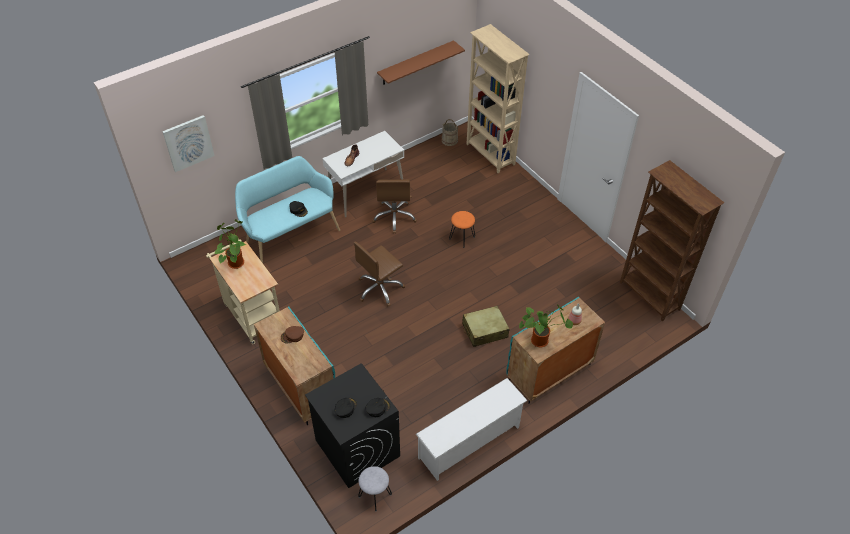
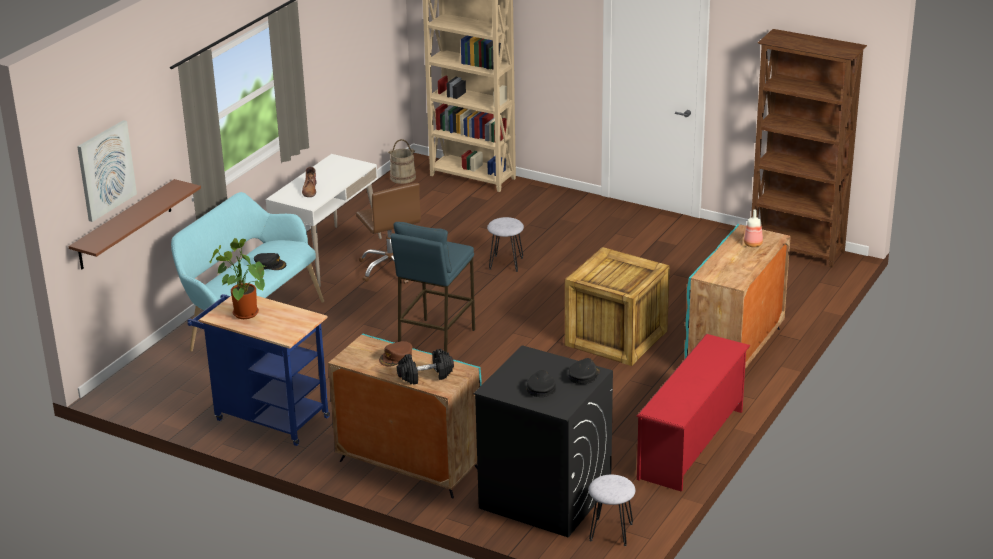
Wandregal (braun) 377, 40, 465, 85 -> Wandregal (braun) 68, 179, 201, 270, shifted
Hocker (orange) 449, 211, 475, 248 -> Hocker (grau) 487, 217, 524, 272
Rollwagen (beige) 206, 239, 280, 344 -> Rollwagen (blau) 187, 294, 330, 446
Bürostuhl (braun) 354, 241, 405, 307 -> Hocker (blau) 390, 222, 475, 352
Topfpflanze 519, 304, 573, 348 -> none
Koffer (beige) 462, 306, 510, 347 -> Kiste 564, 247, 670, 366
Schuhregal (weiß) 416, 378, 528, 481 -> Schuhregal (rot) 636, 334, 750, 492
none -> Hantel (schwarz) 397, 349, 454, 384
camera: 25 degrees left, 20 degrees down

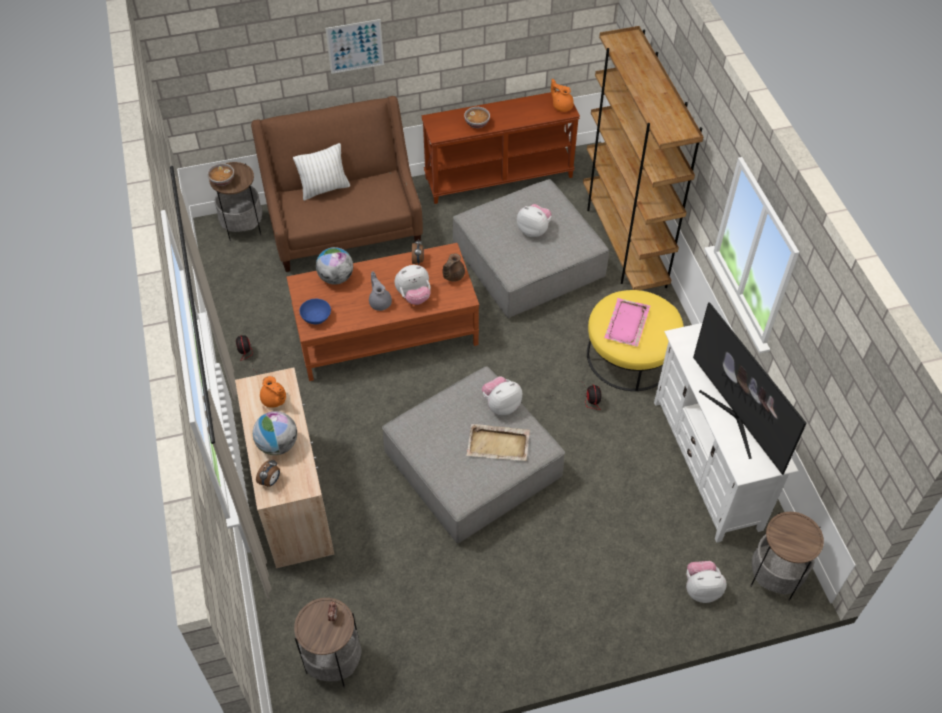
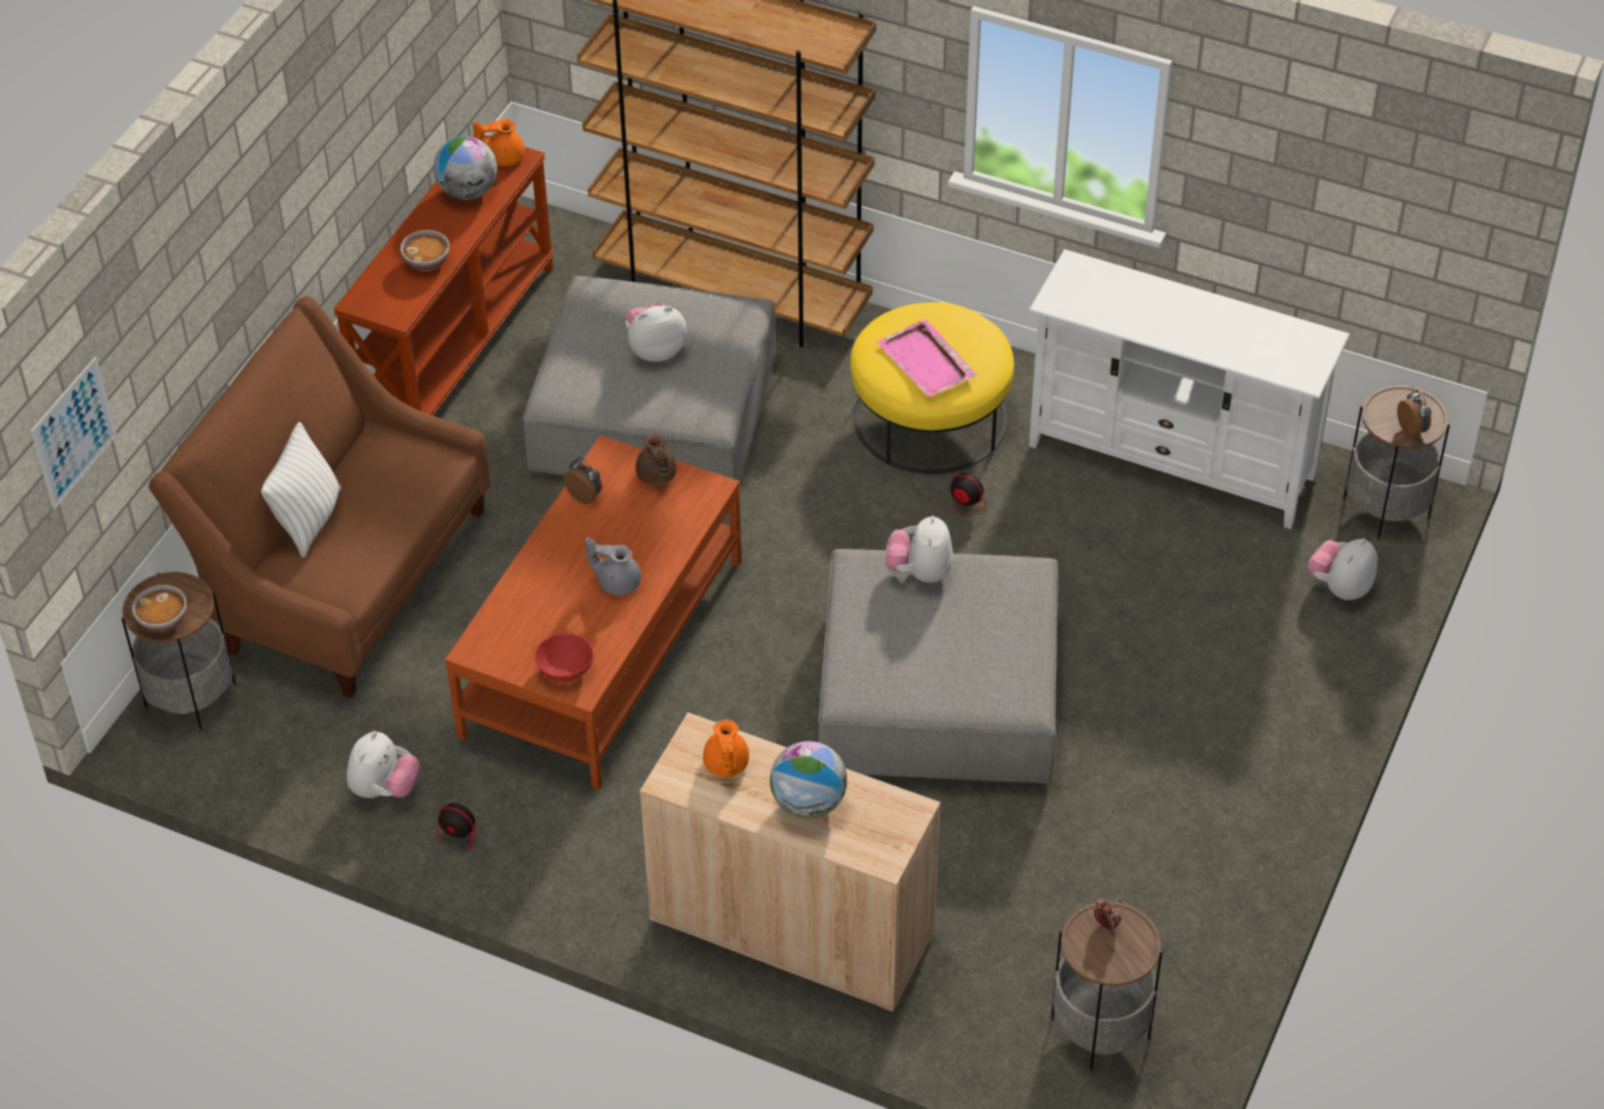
Bild 325, 19, 384, 74 -> Bild 31, 356, 117, 510, shifted
Globus 316, 247, 353, 285 -> Globus 434, 136, 497, 200, shifted
Plüschtier 395, 265, 431, 305 -> Plüschtier 347, 731, 419, 798, shifted
Schüssel (blau) 299, 299, 331, 324 -> Schüssel (rot) 535, 633, 594, 682
Fernseher 693, 302, 807, 475 -> none
Teekanne (orange) 260, 376, 286, 408 -> Teekanne (orange) 703, 719, 749, 777, 90 degrees clockwise
Tablett (beige) 466, 424, 530, 461 -> none
Wecker 256, 460, 280, 487 -> Wecker 1397, 390, 1431, 438, shifted
camera: 50 degrees left, 5 degrees down

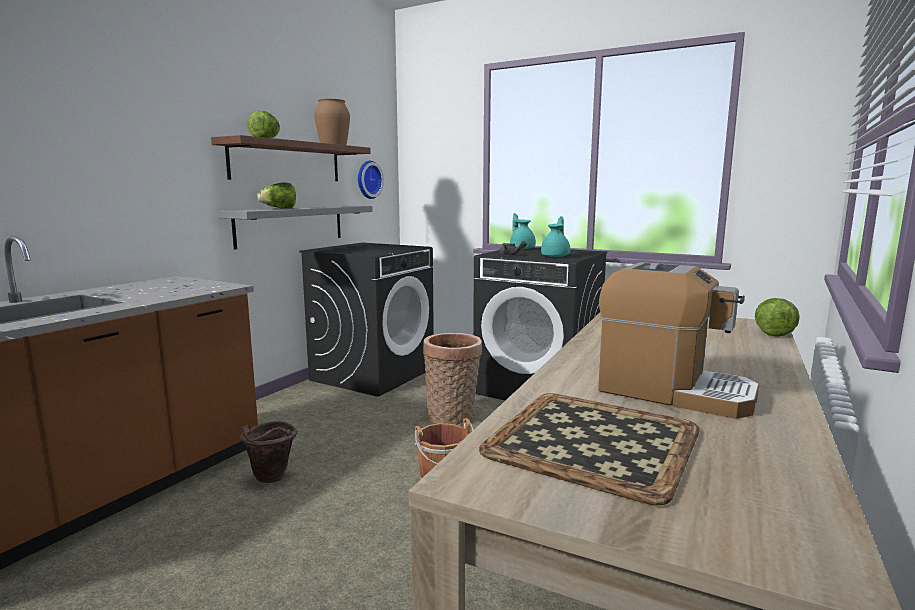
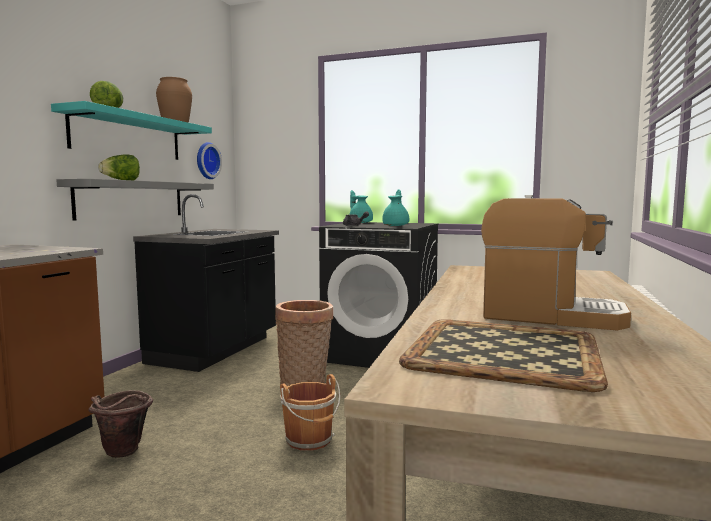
Wandregal (braun) 211, 135, 371, 181 -> Wandregal (türkis) 51, 101, 212, 160
Waschmaschine (schwarz) 299, 242, 434, 397 -> Küchenzeile (schwarz) 133, 194, 279, 372
Salatkopf 755, 298, 800, 337 -> none
camera: 10 degrees left, 5 degrees down

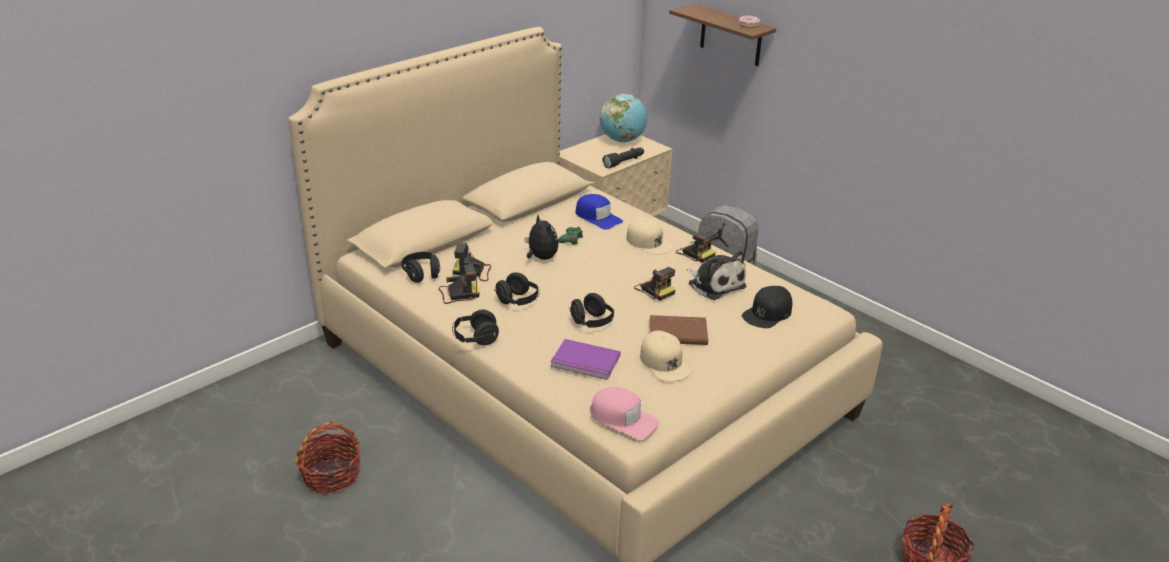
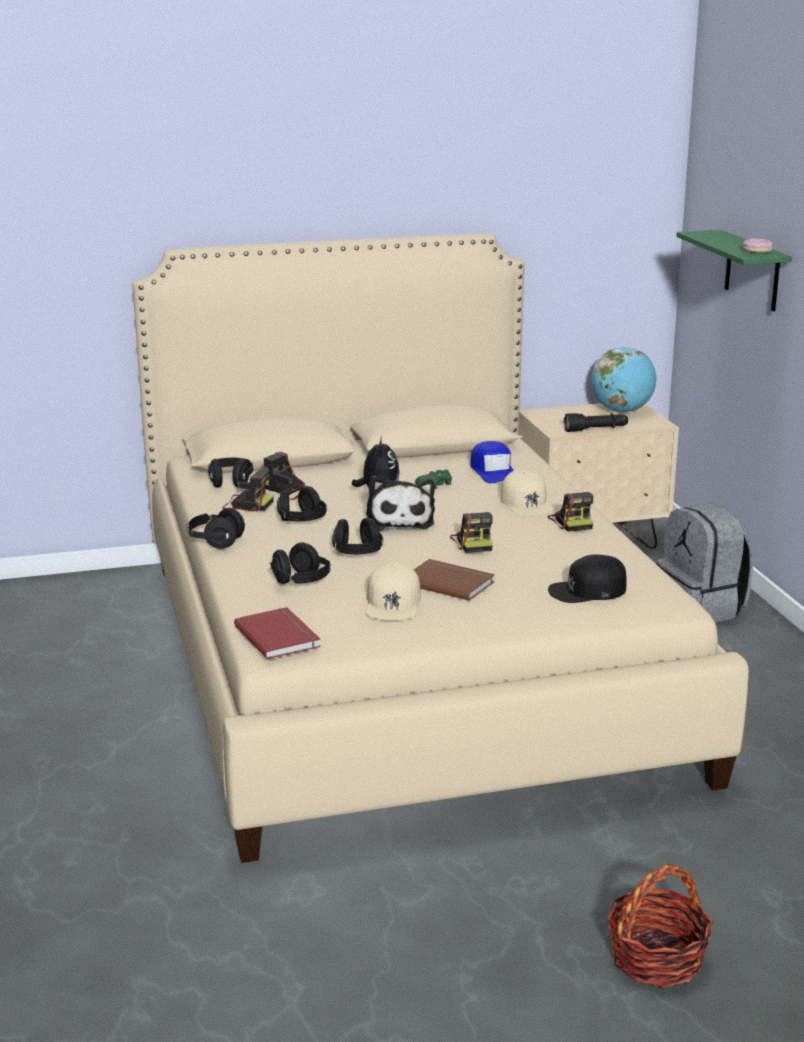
Wandregal (braun) 669, 4, 776, 66 -> Wandregal (grün) 676, 230, 792, 312
Plüschtier 686, 251, 746, 300 -> Plüschtier 366, 476, 435, 531, shifted
Buch (lila) 550, 339, 621, 380 -> Kopfhörer (schwarz) 270, 543, 331, 584
Kappe (rosa) 590, 387, 659, 440 -> Buch (rot) 234, 607, 321, 659
Korb 295, 422, 361, 494 -> none
camera: 30 degrees right, 10 degrees down

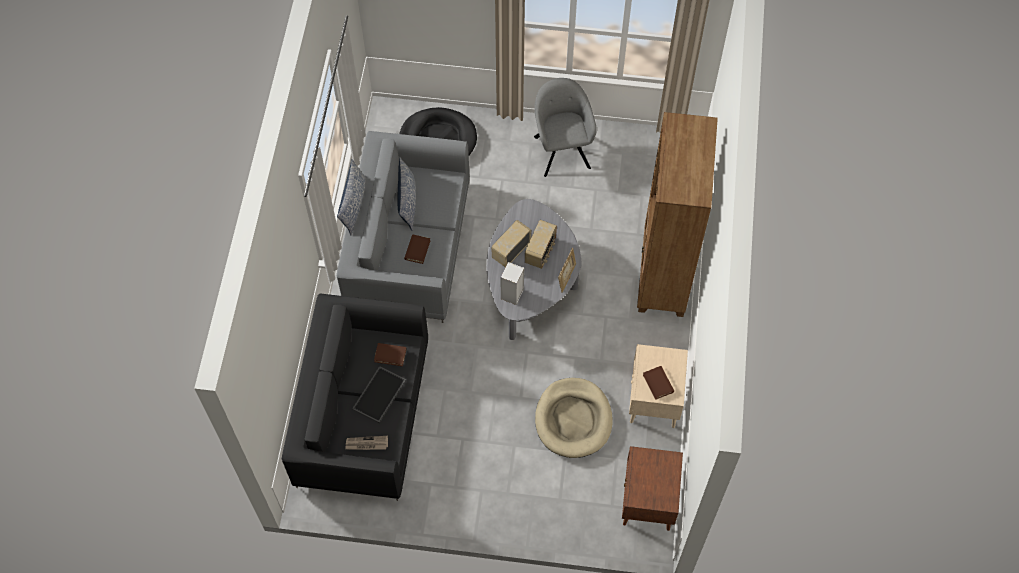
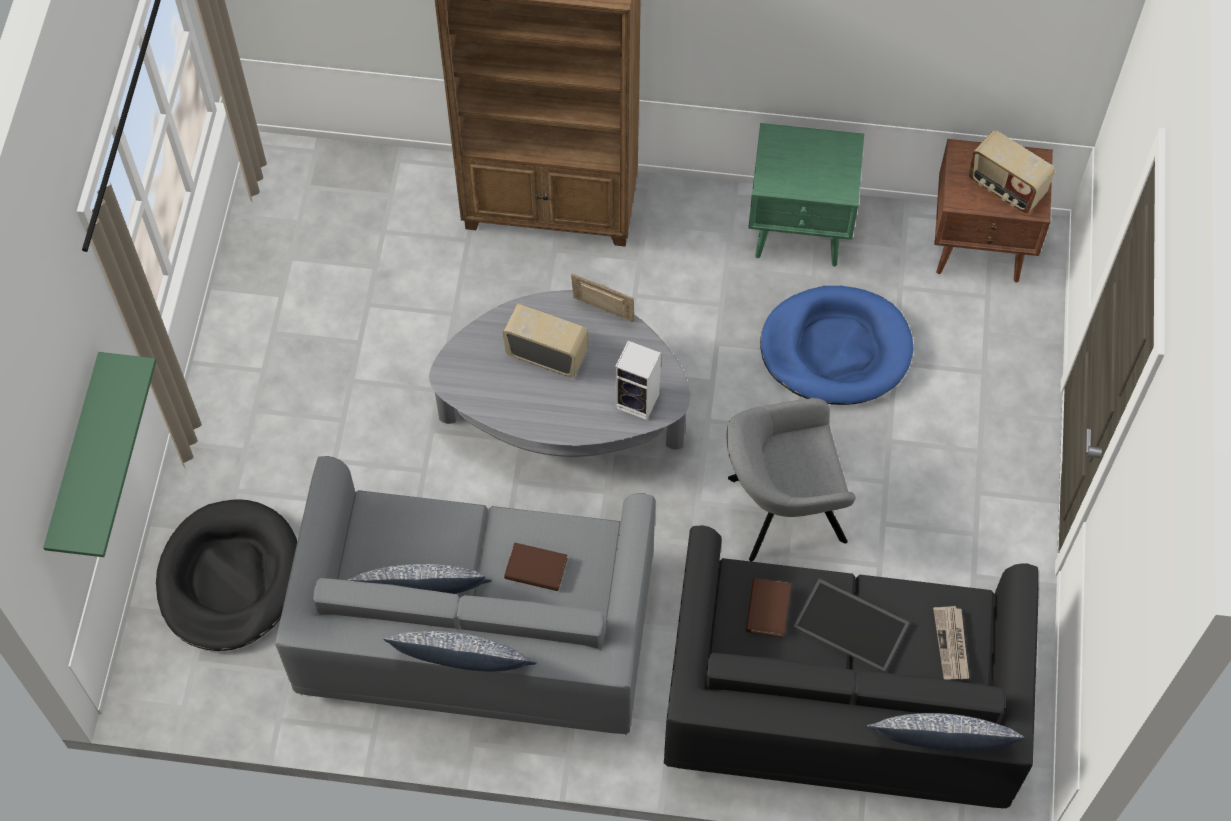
Sessel (grau) 534, 78, 597, 177 -> Sessel (grau) 727, 398, 855, 561, shifted
Radio 491, 220, 531, 267 -> Radio 969, 130, 1055, 214, shifted
Nachttisch (beige) 629, 344, 688, 428 -> Nachttisch (grün) 748, 123, 864, 267
Buch (braun) 643, 366, 674, 400 -> none
Hundebett (beige) 535, 378, 613, 458 -> Hundebett (blau) 760, 286, 914, 405
none -> Wandregal (grün) 43, 352, 156, 557
none -> Kissen 867, 713, 1025, 751
camera: 90 degrees left, 0 degrees up

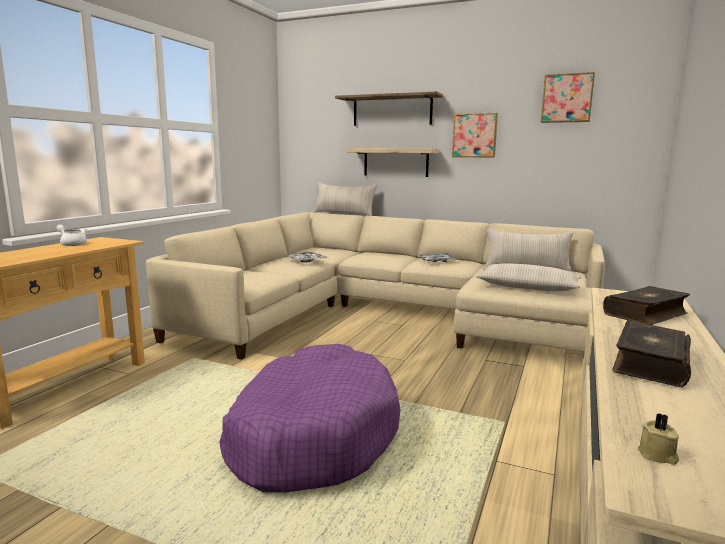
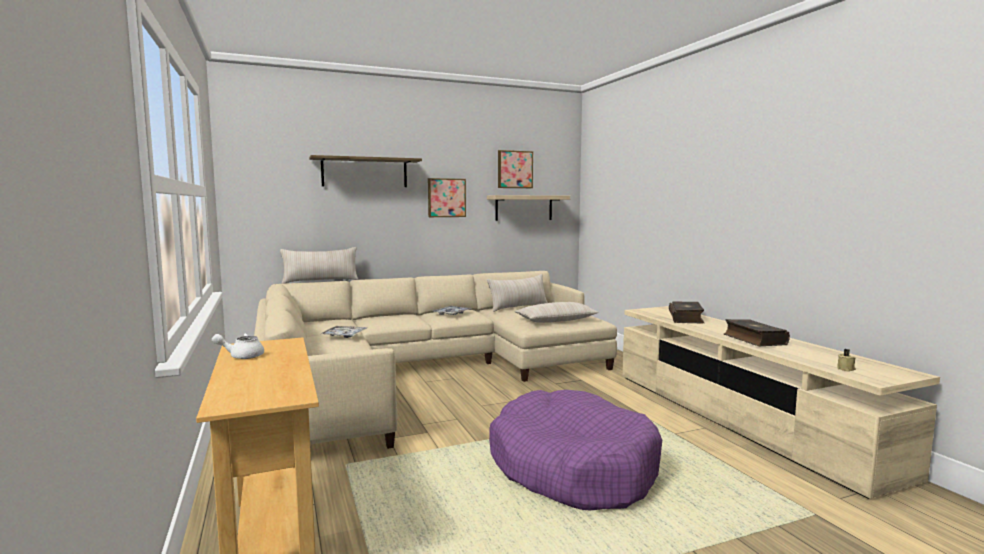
Wandregal 346, 148, 439, 177 -> Wandregal 487, 195, 570, 221, shifted
camera: 45 degrees left, 5 degrees down

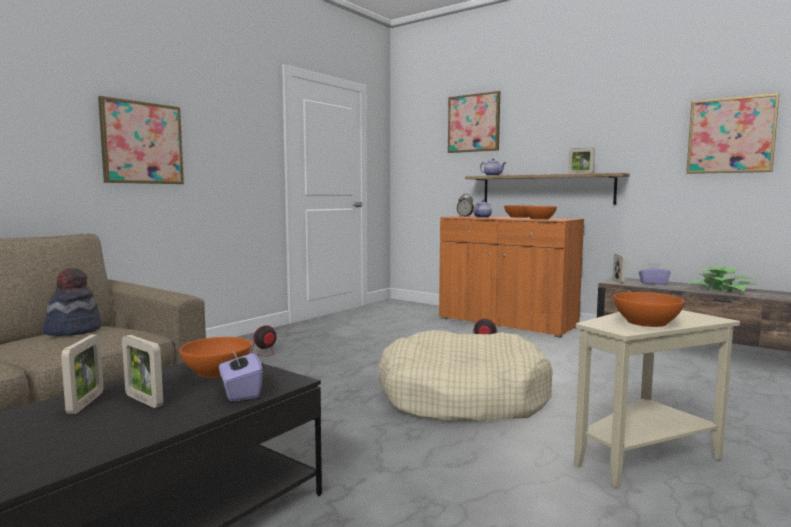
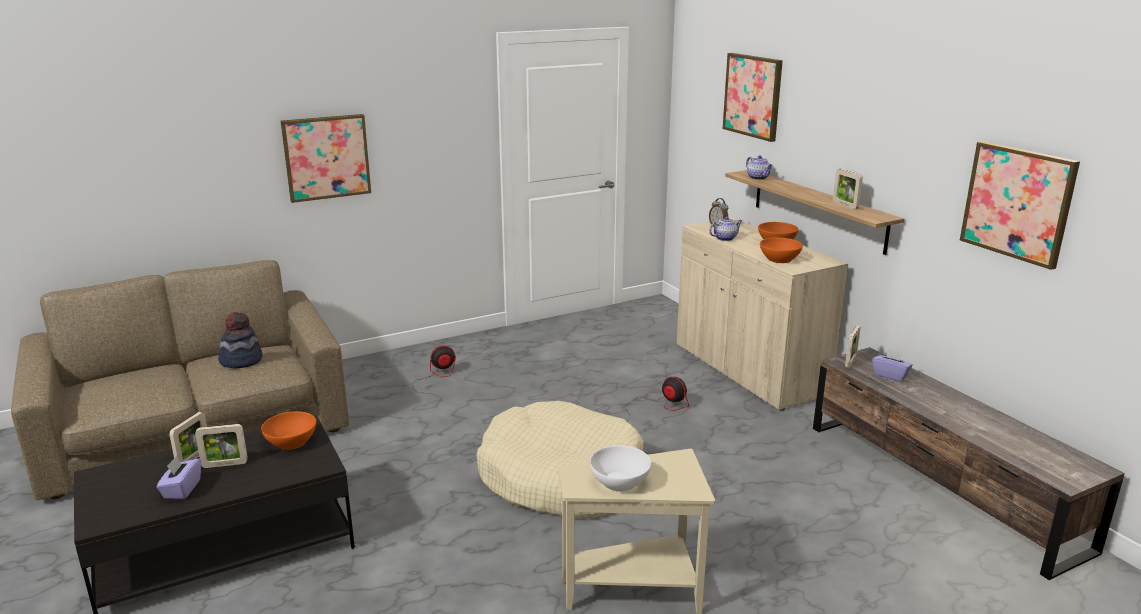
Schrank (orange) 439, 216, 584, 338 -> Schrank (beige) 677, 218, 848, 412
Topfpflanze 688, 266, 758, 292 -> none
Schüssel (orange) 613, 292, 685, 327 -> Schüssel (weiß) 590, 445, 651, 492
Bilderrahmen 122, 335, 163, 408 -> Bilderrahmen 195, 424, 248, 468, 75 degrees counterclockwise
Taschentuchbox (lila) 219, 348, 263, 402 -> Taschentuchbox (lila) 156, 456, 201, 499, shifted
camera: 25 degrees right, 15 degrees up

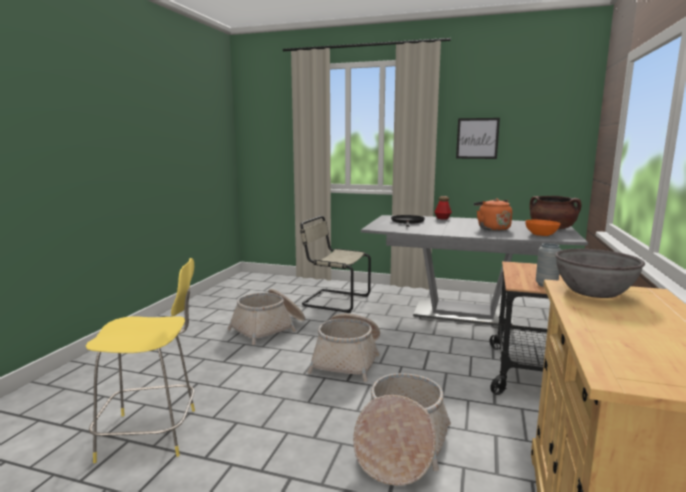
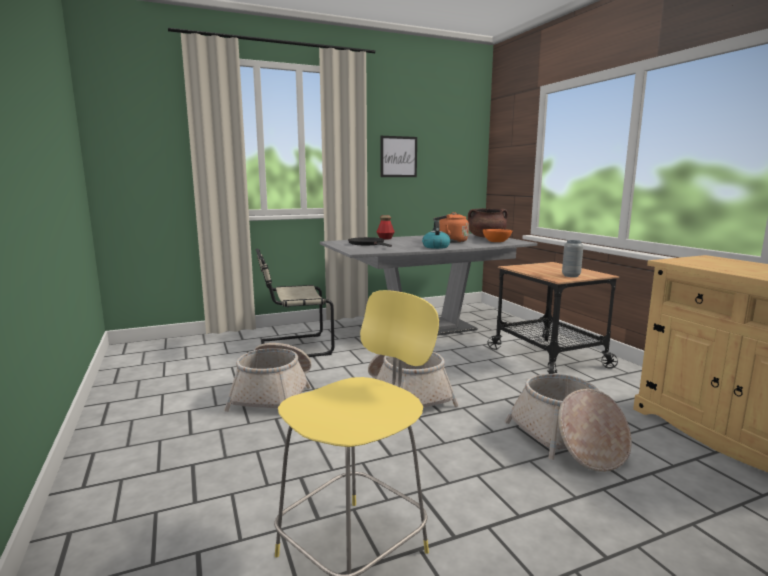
Schüssel (grau) 555, 249, 645, 298 -> none
none -> Wasserkessel 422, 221, 450, 249
camera: 40 degrees left, 0 degrees up

